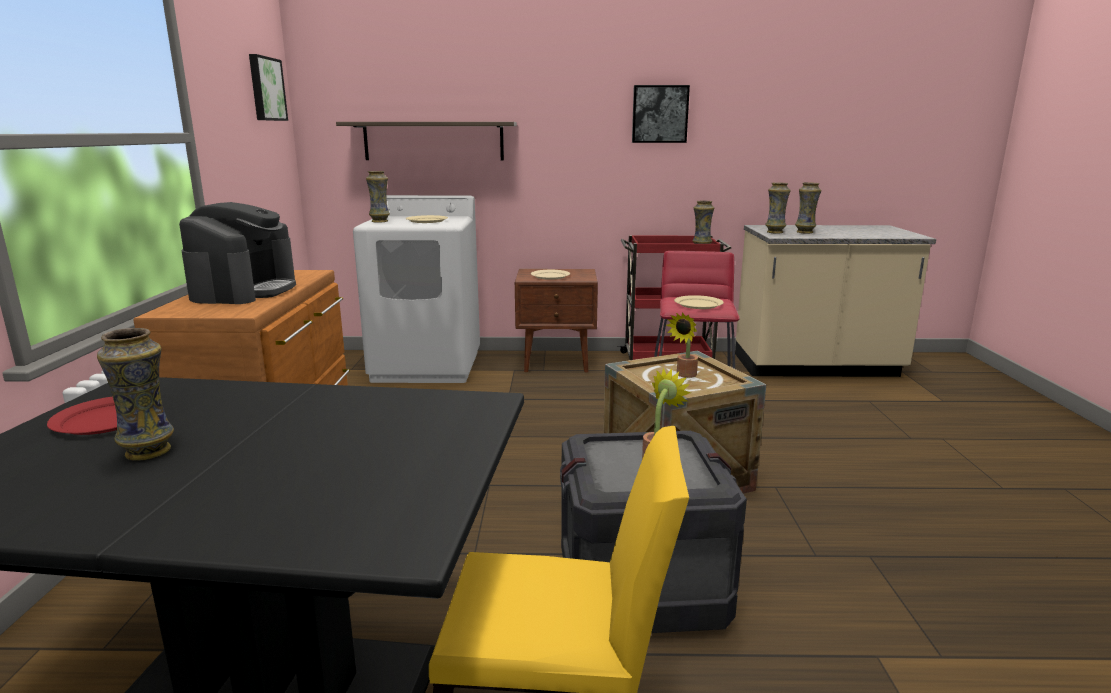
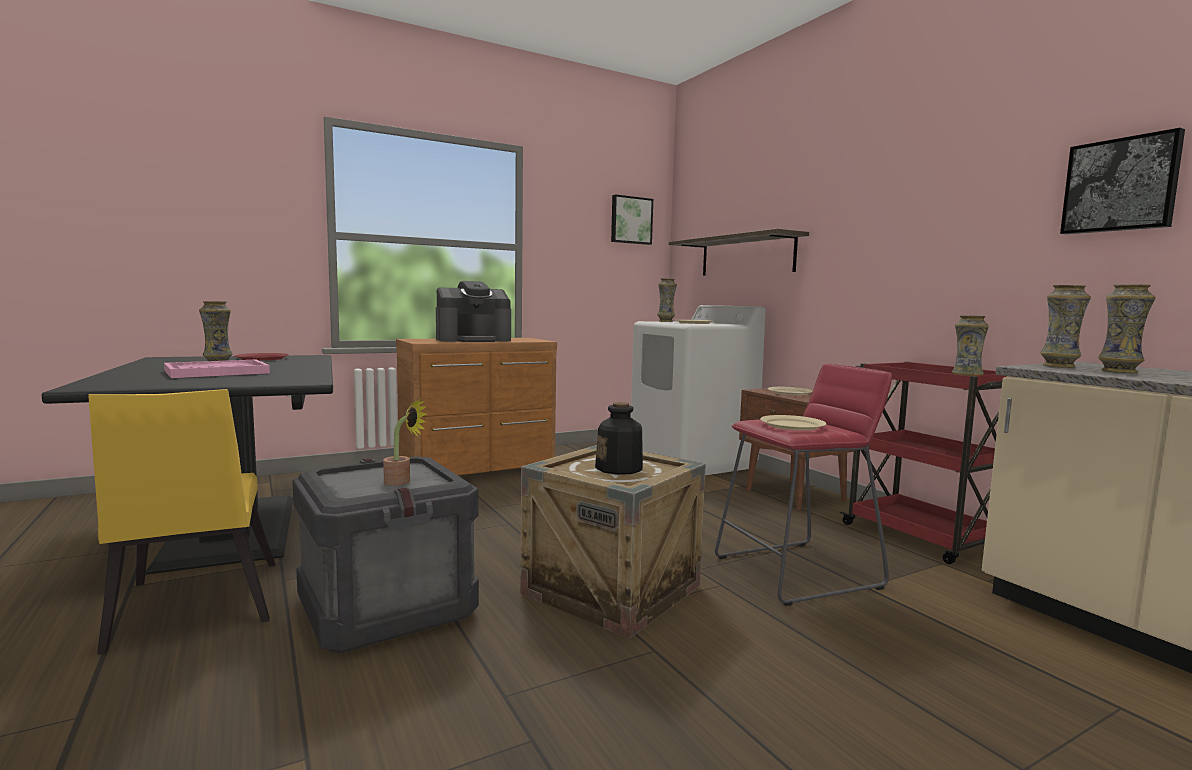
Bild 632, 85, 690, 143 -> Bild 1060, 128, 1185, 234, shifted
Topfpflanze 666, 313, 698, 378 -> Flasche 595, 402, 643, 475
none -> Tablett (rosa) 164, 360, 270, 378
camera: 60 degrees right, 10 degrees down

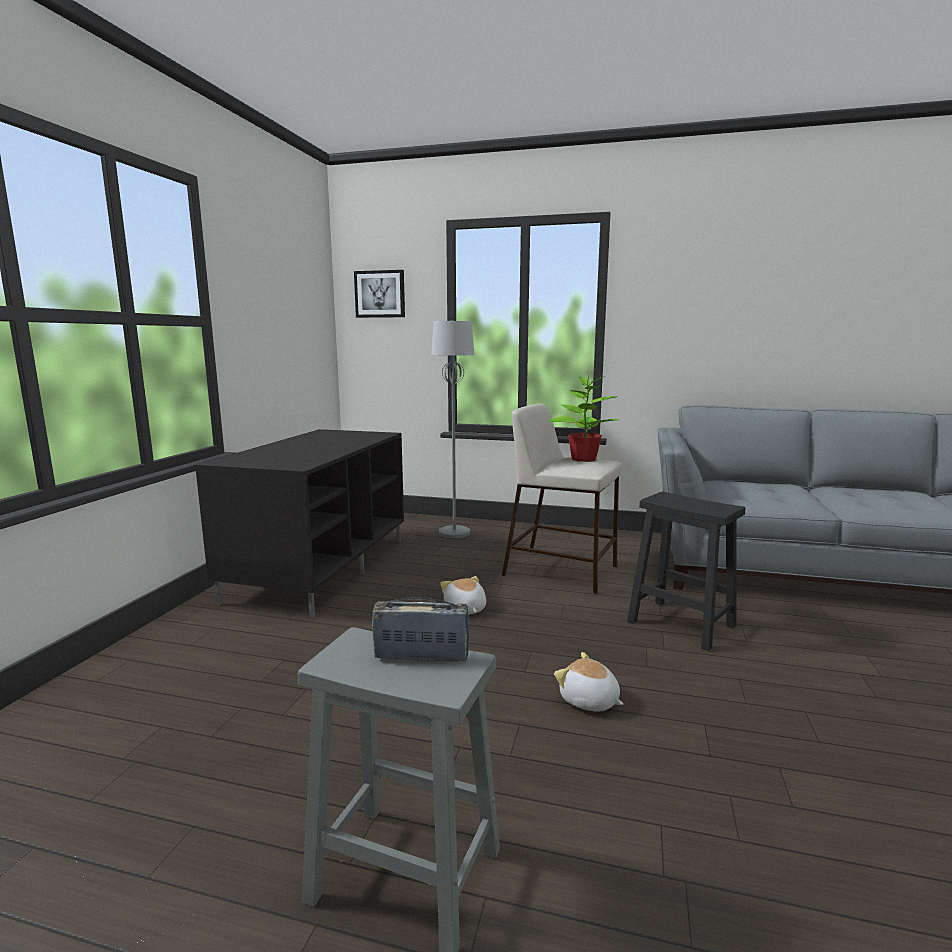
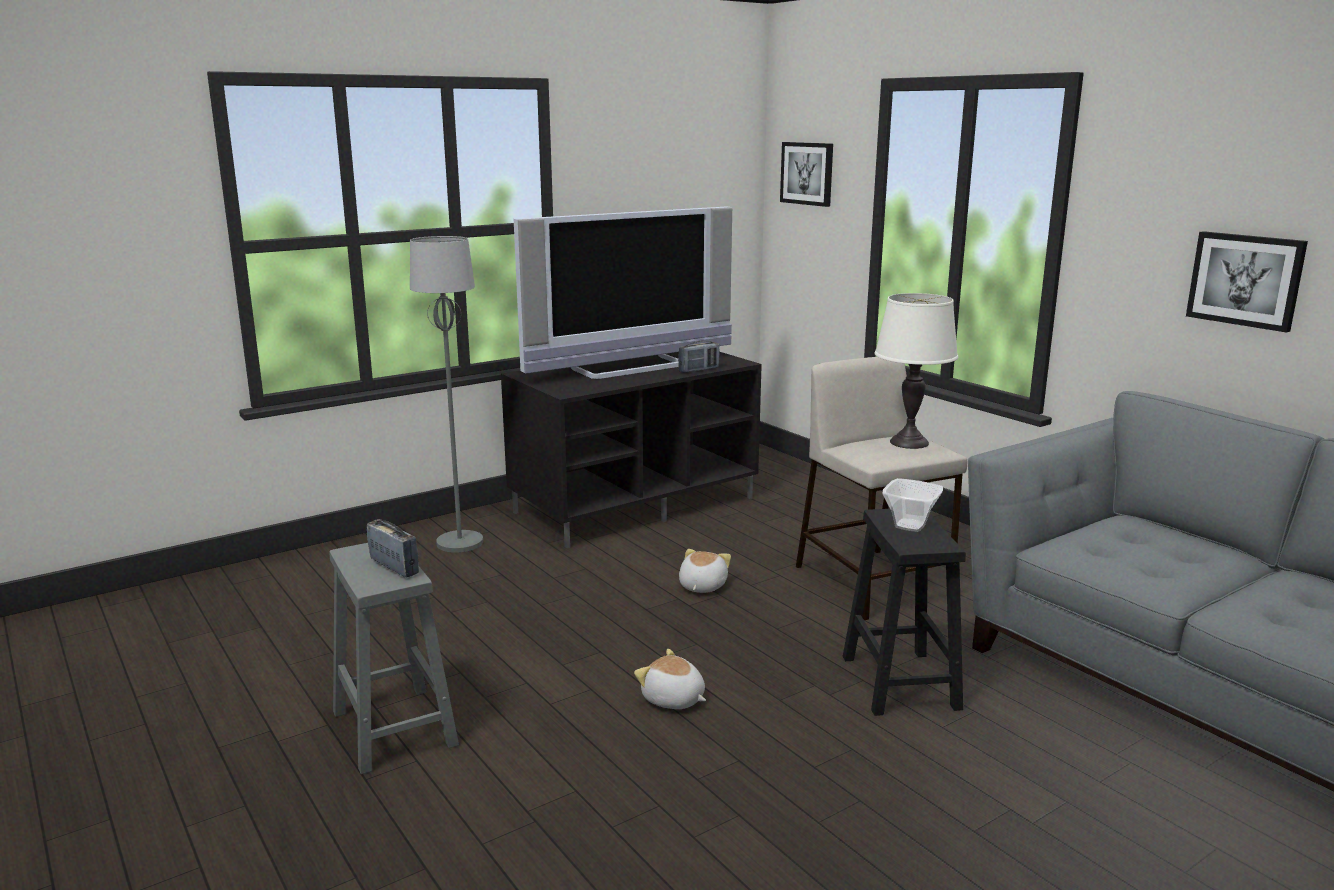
Stehlampe (grau) 431, 321, 474, 538 -> Stehlampe (grau) 410, 236, 483, 553, shifted
Topfpflanze 548, 375, 618, 462 -> Tischlampe (weiß) 875, 293, 958, 449
Plüschtier 554, 652, 623, 712 -> Plüschtier 634, 649, 706, 709, 45 degrees counterclockwise
none -> Fernseher 514, 206, 732, 379
none -> Bild 1186, 231, 1308, 332
none -> Radio 678, 341, 719, 373
none -> Schüssel 882, 478, 943, 532
camera: 40 degrees right, 5 degrees up

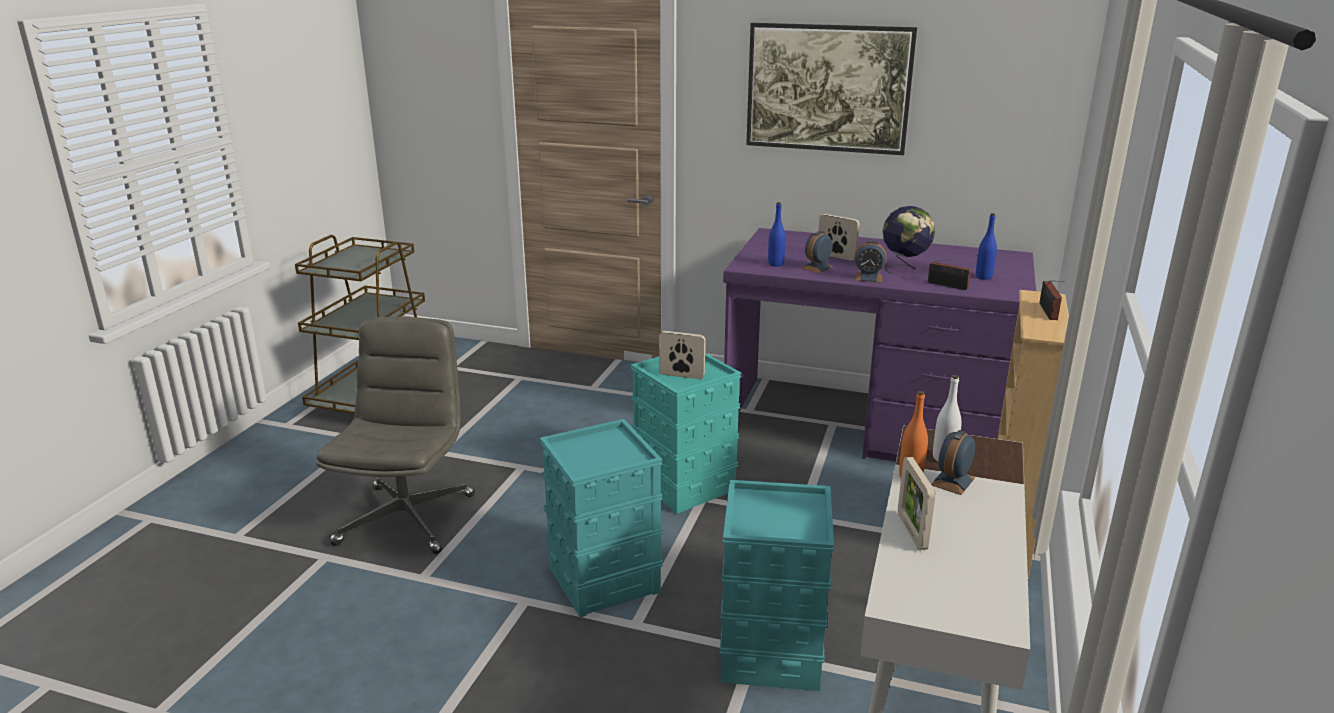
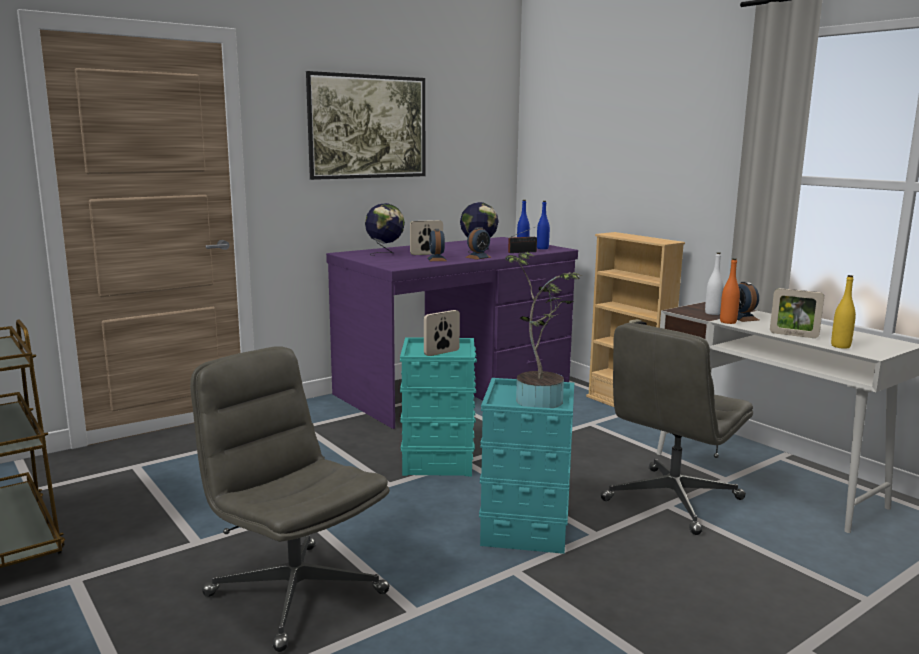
Flasche (blau) 768, 202, 786, 267 -> Flasche (blau) 537, 201, 550, 249, shifted
Radio 1039, 280, 1065, 320 -> none
Aufbewahrungsbox (türkis) 720, 480, 834, 691 -> Bürostuhl (grau) 600, 323, 753, 535
none -> Globus 365, 203, 405, 256
none -> Topfpflanze 505, 252, 582, 408
none -> Flasche (gelb) 831, 275, 856, 349
camera: 55 degrees left, 10 degrees down

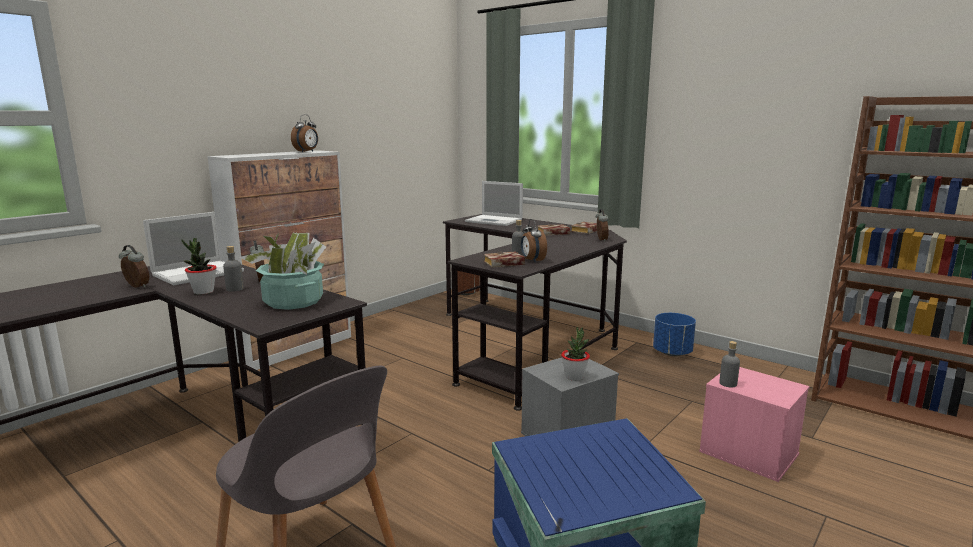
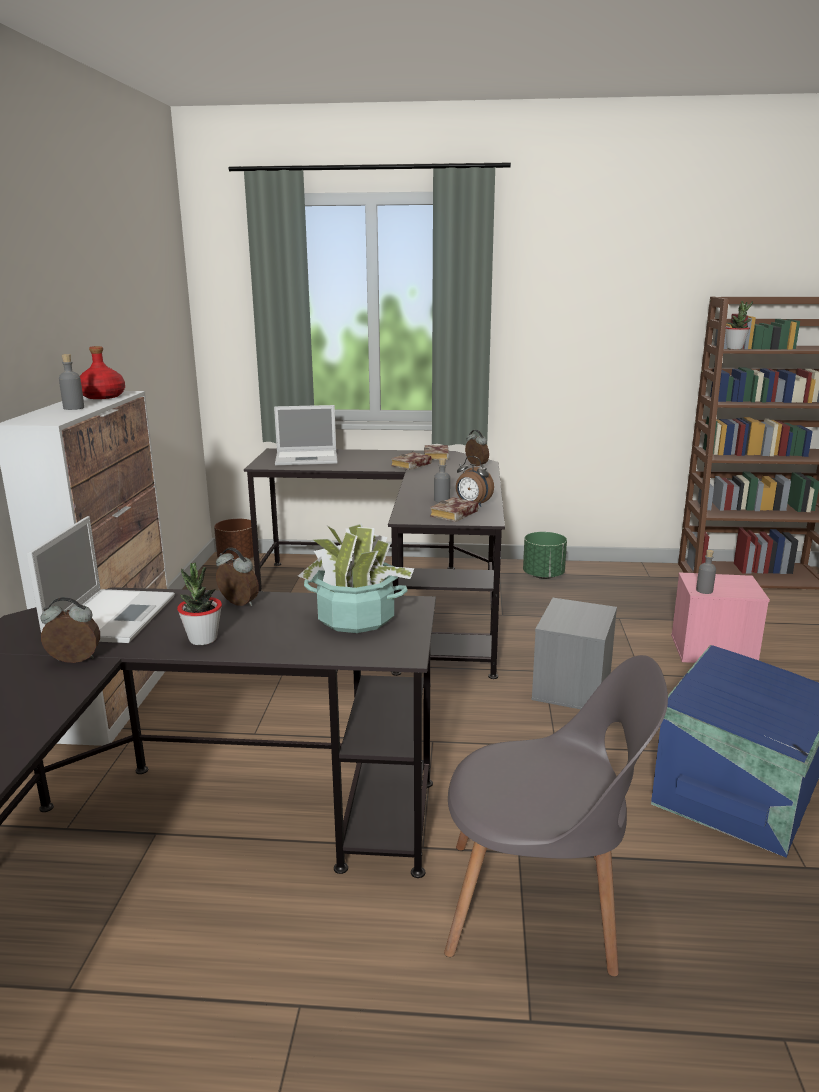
Wecker 291, 114, 318, 152 -> Flasche (rot) 80, 346, 125, 399
Flasche (grau) 223, 246, 244, 292 -> Flasche (grau) 59, 354, 84, 410, shifted
Pflanzkübel (blau) 653, 313, 696, 356 -> Pflanzkübel (grün) 523, 532, 567, 579
Topfpflanze 561, 326, 590, 381 -> Topfpflanze 725, 301, 753, 350, shifted
camera: 35 degrees left, 5 degrees up

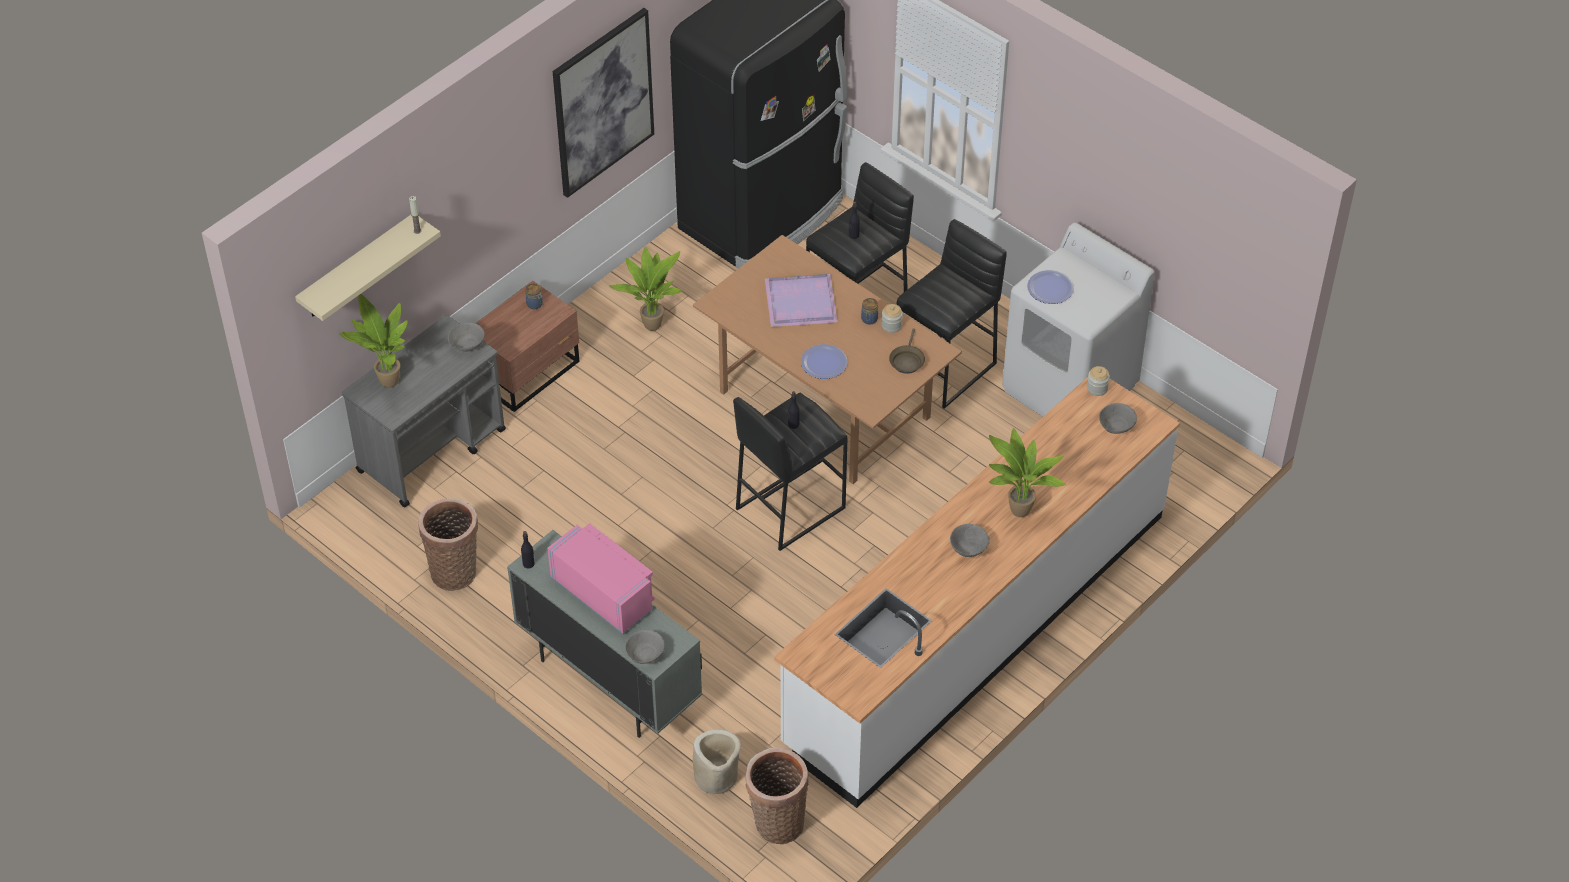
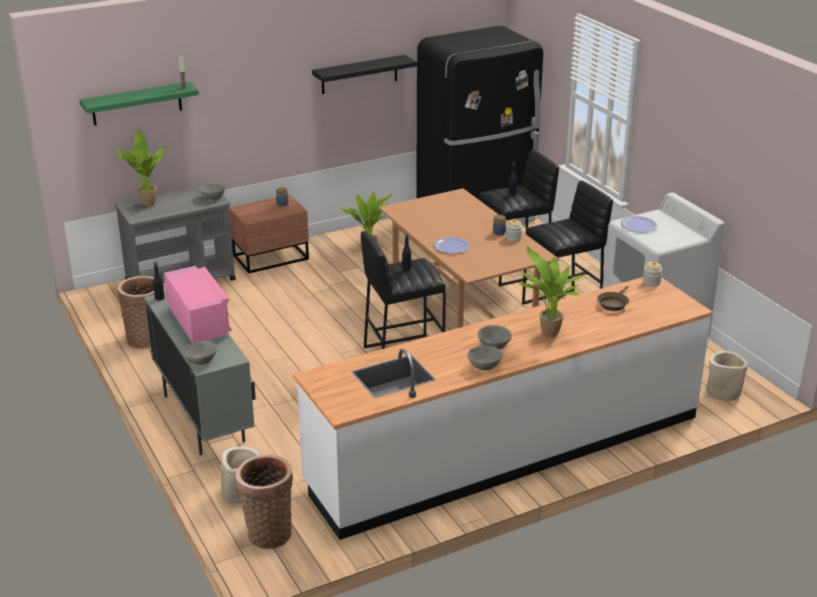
Bild 553, 8, 654, 198 -> Wandregal (schwarz) 312, 55, 417, 94
Wandregal (beige) 295, 215, 441, 321 -> Wandregal (grün) 80, 82, 199, 126
Tablett (lila) 765, 274, 838, 327 -> none
Pfanne (braun) 889, 329, 925, 374 -> Pfanne (braun) 597, 286, 629, 311, shifted
Schüssel (grau) 1099, 403, 1137, 434 -> Schüssel (grau) 468, 346, 503, 370, shifted
none -> Pflanzkübel (beige) 706, 351, 748, 401
camera: 20 degrees right, 20 degrees down

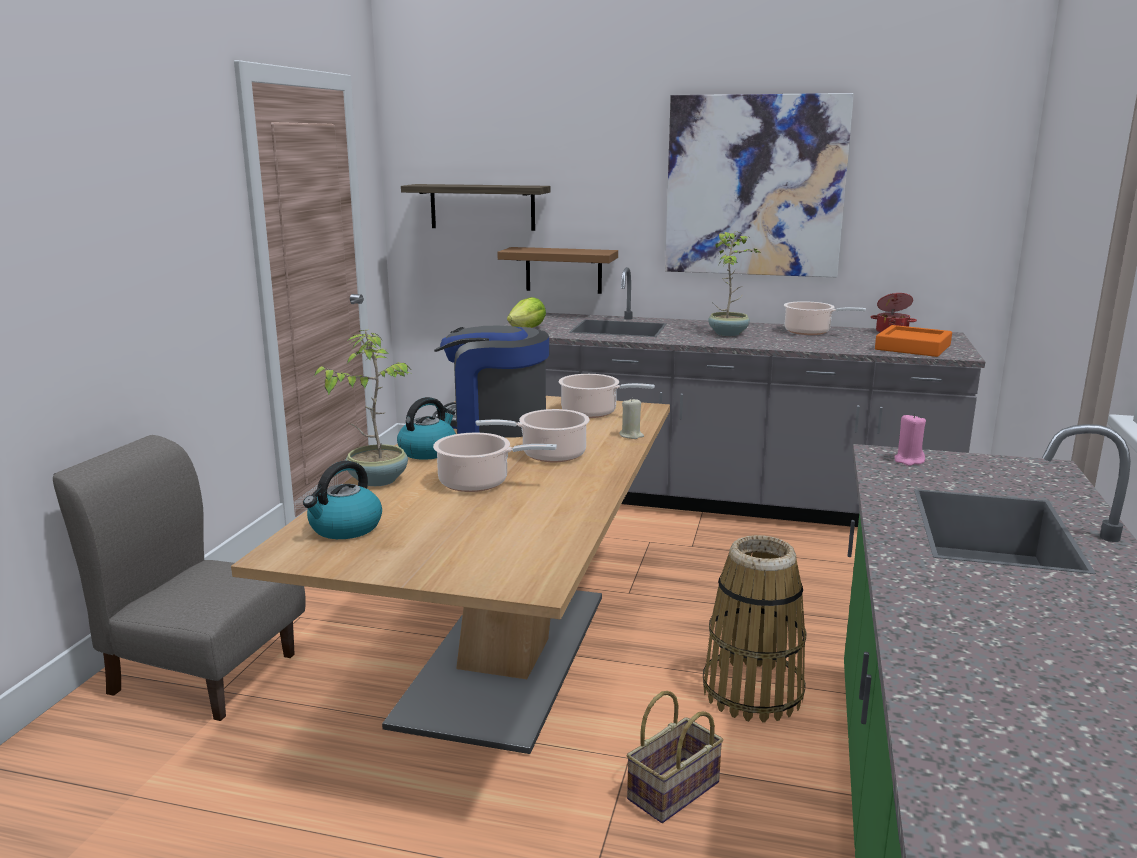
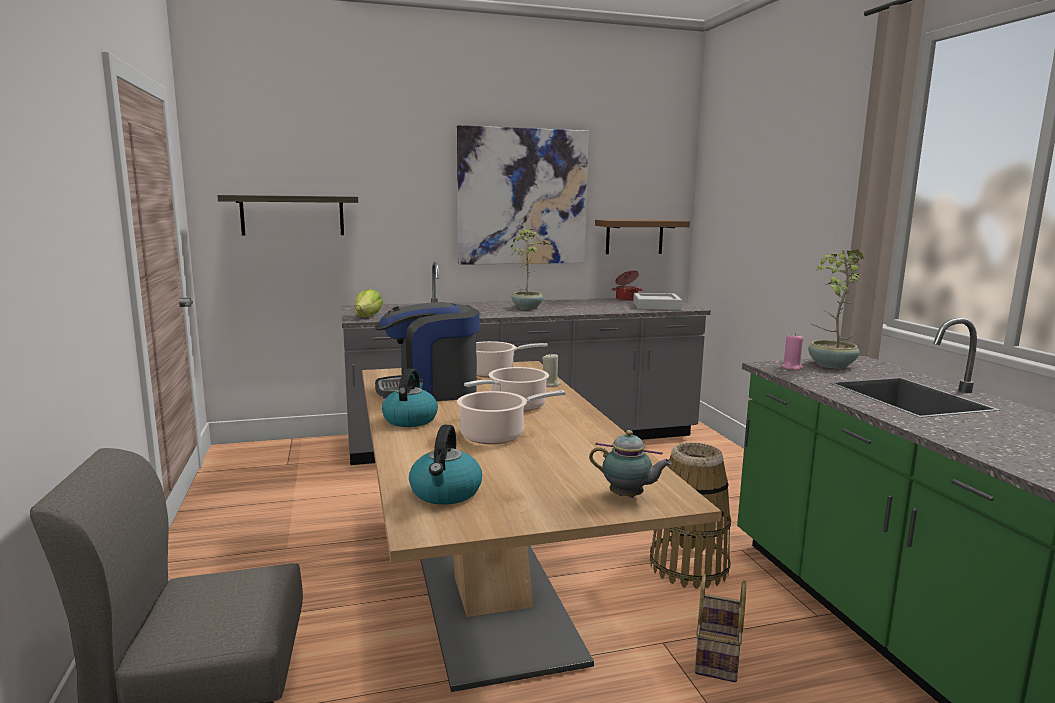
Wandregal (braun) 497, 247, 618, 294 -> Wandregal (braun) 595, 220, 690, 254, shifted
Kochtopf 784, 301, 866, 335 -> none
Tablett (orange) 875, 325, 952, 357 -> Tablett (grau) 633, 293, 682, 310
Topfpflanze 314, 330, 410, 486 -> Topfpflanze 808, 249, 865, 369, shifted
none -> Teekanne 589, 430, 672, 498
camera: 30 degrees left, 5 degrees down

